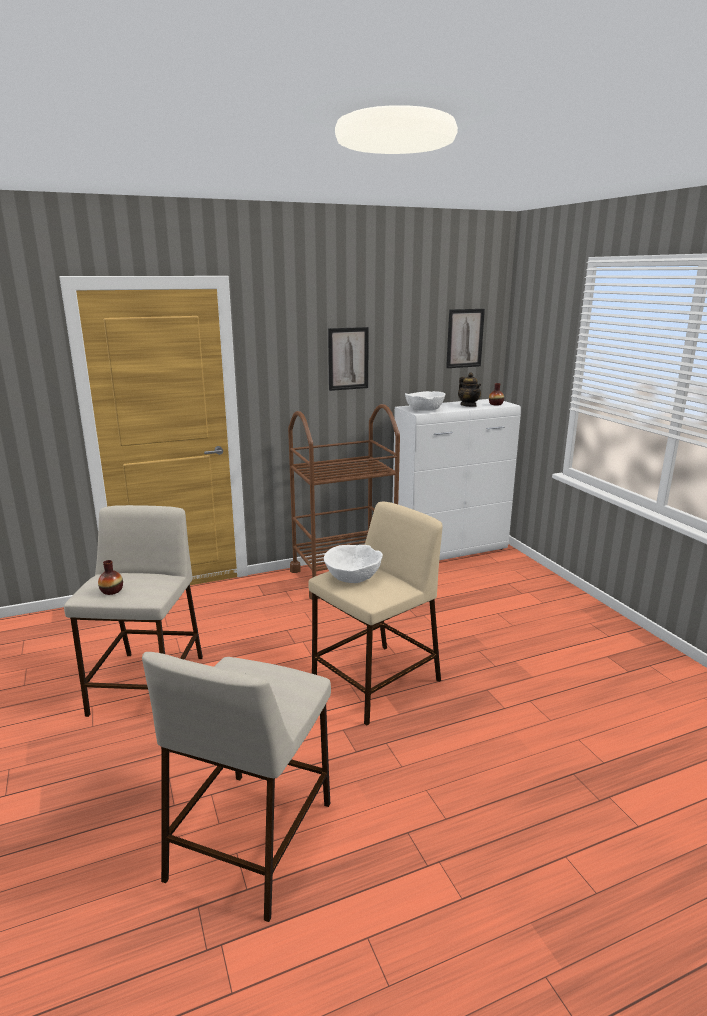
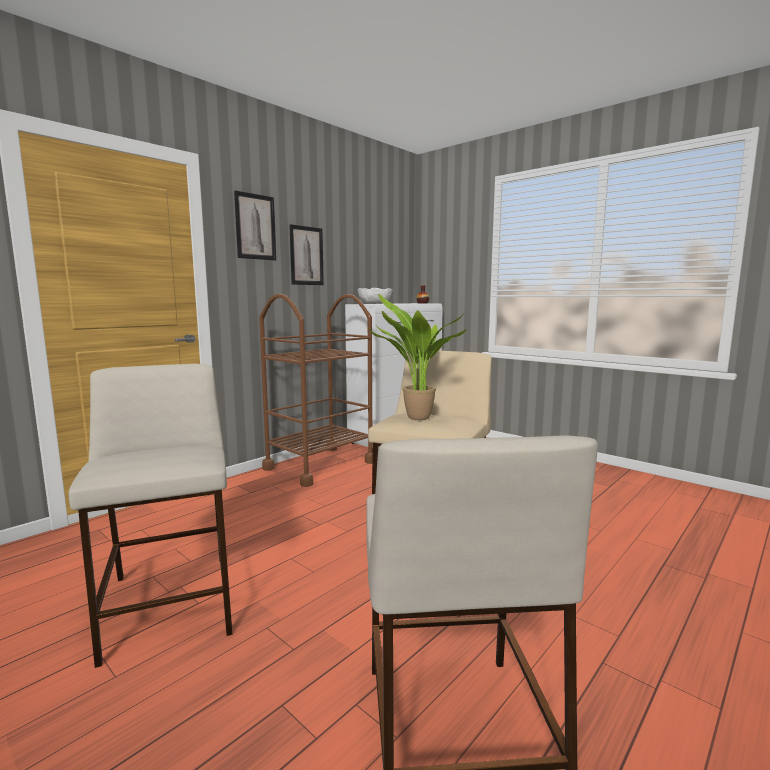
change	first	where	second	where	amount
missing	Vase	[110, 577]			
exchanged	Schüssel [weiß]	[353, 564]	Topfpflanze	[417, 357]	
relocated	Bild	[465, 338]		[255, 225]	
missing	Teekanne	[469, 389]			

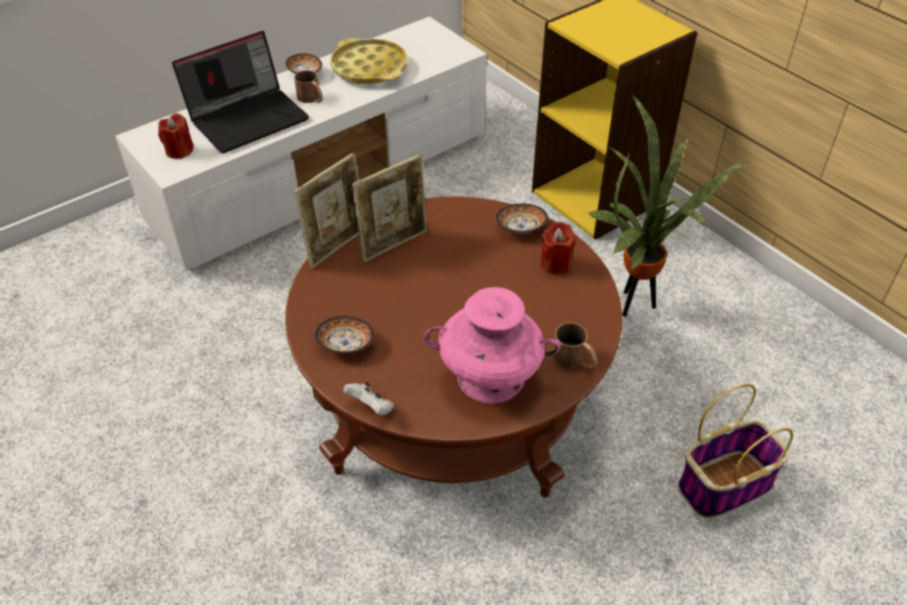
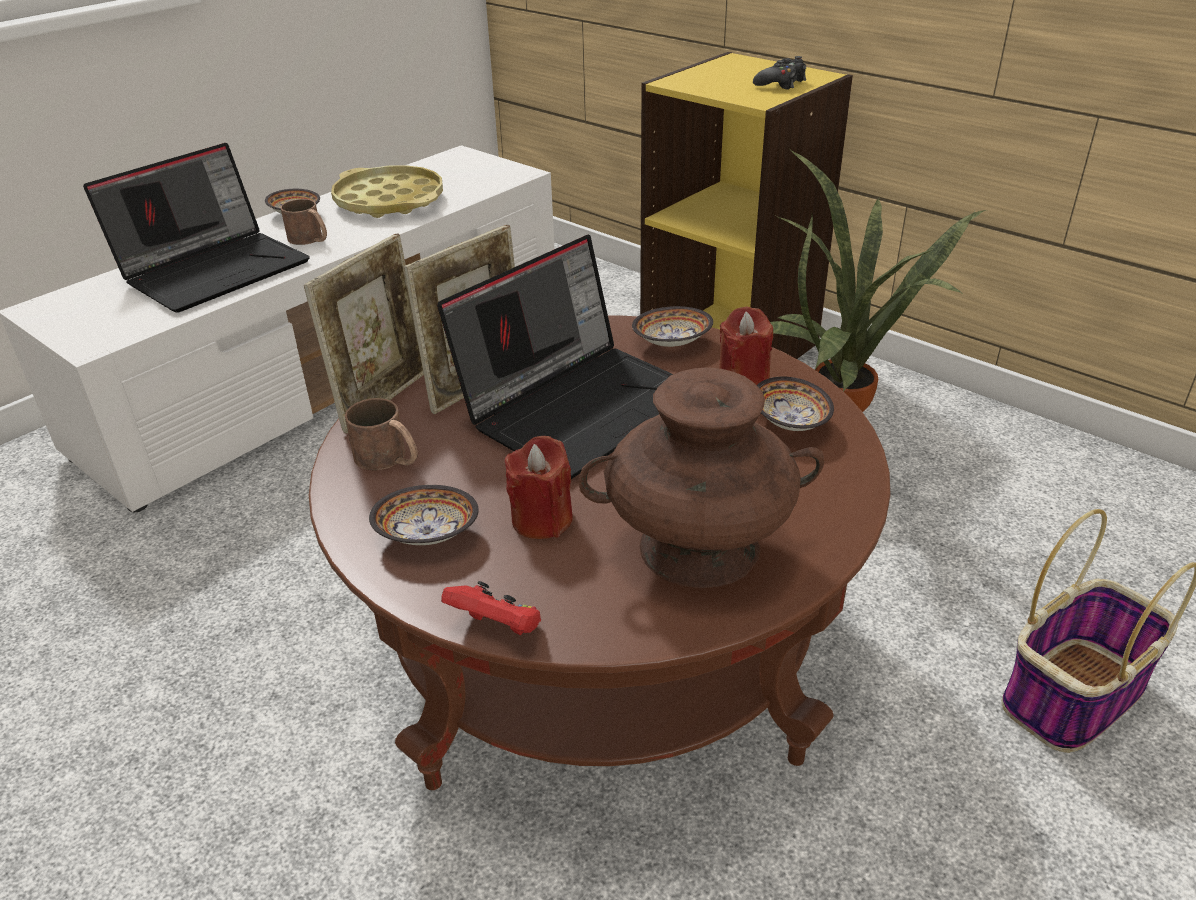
change	first	where	second	where	amount
relocated	Kerze [rot]	[176, 136]		[539, 487]	
colour	Gamepad [weiß]	[368, 398]	Gamepad [rot]	[491, 608]	
colour	Vase [rosa]	[492, 345]	Vase [braun]	[701, 477]	
relocated	Henkelbecher [braun]	[575, 345]		[381, 434]	
appeared			Laptop	[555, 357]	
appeared			Gamepad [schwarz]	[779, 73]	
appeared			Schüssel	[795, 404]	

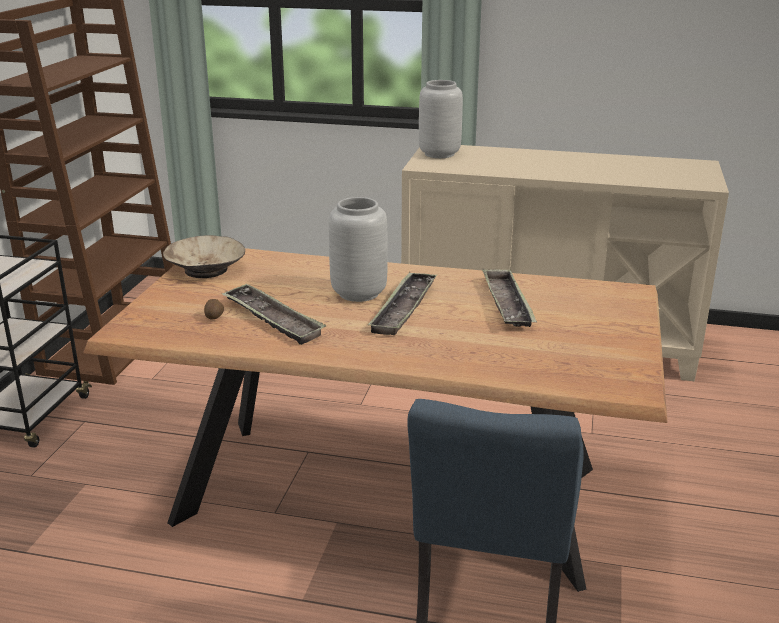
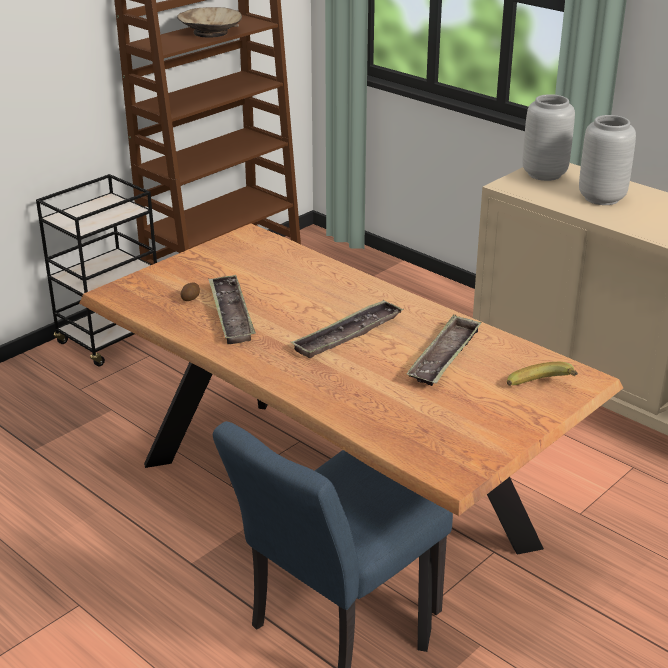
change	first	where	second	where	amount
relocated	Schüssel [beige]	[204, 256]		[209, 22]	
relocated	Vase [grau]	[358, 249]		[607, 160]	
appeared			Banane	[542, 374]	

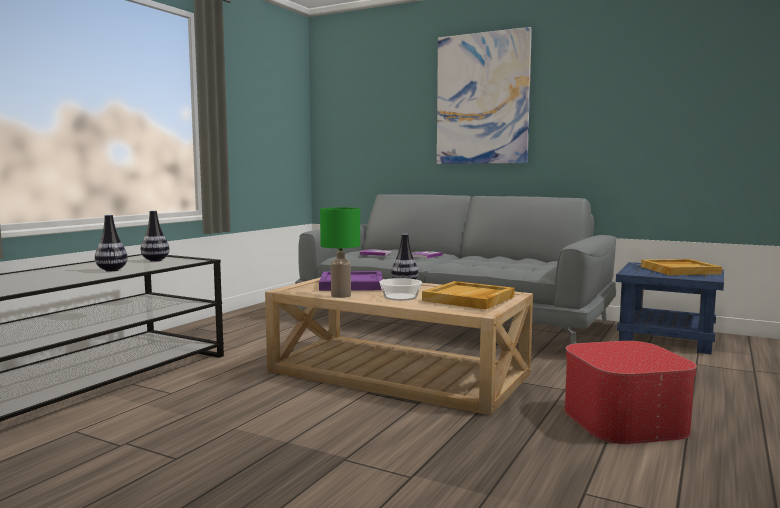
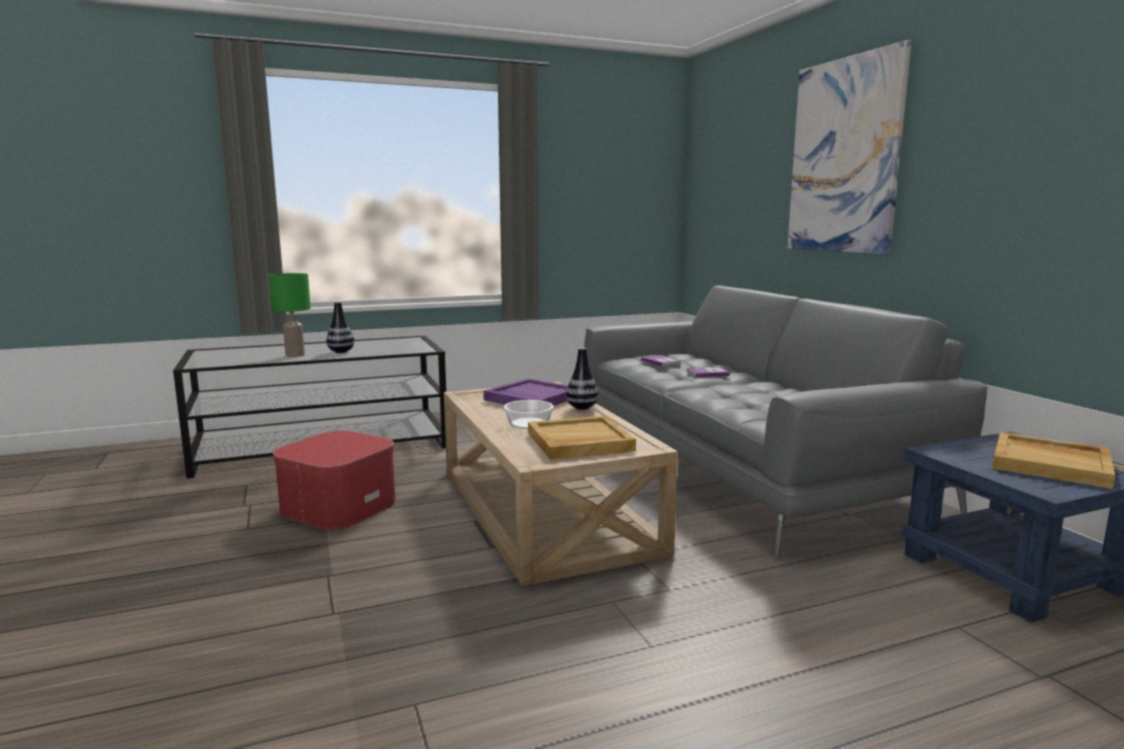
change	first	where	second	where	amount
missing	Vase	[155, 236]			
relocated	Tischlampe [grün]	[340, 252]		[290, 315]	
relocated	Polsterhocker	[630, 392]		[334, 480]	

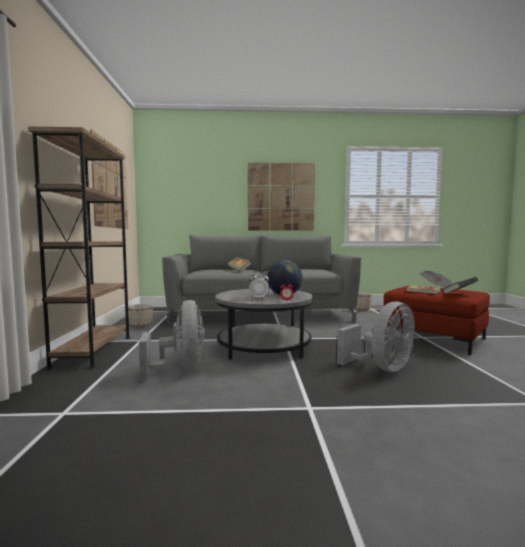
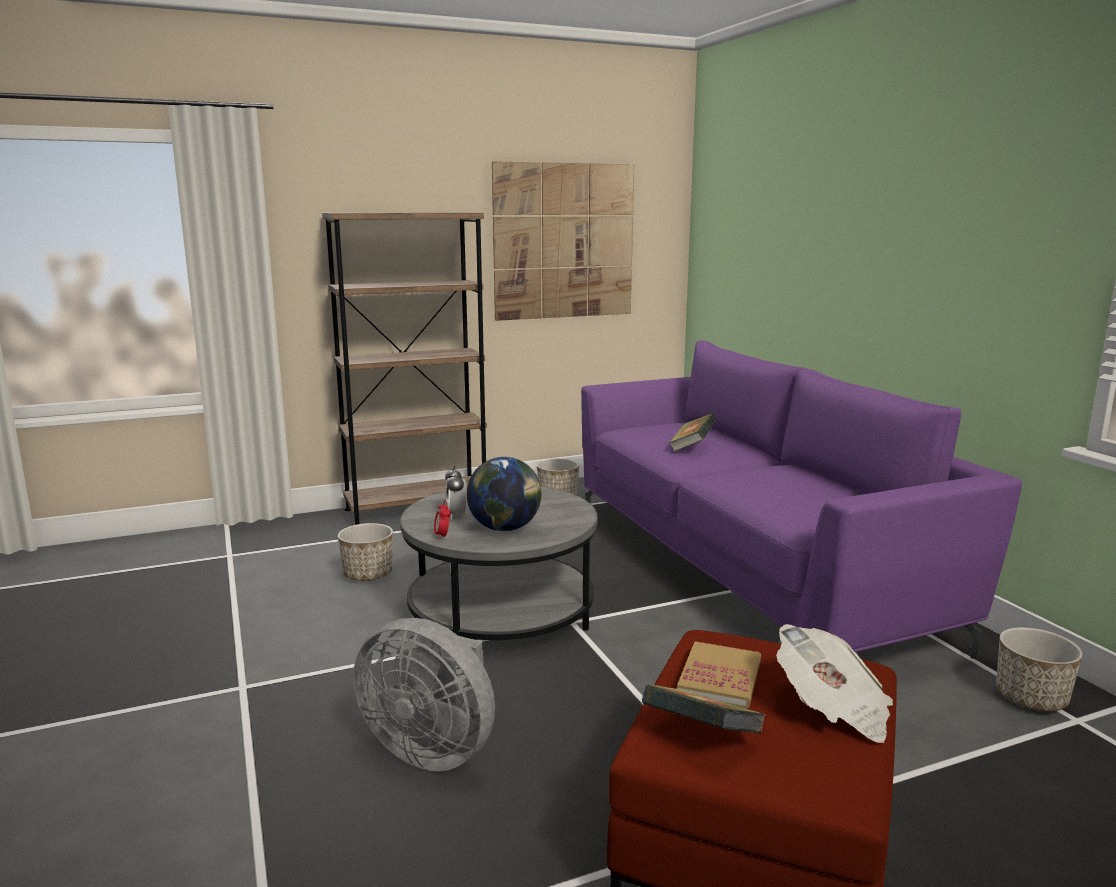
change	first	where	second	where	amount
exchanged	Ventilator [grau]	[172, 340]	Pflanzkübel	[365, 552]	
colour	Sofa [grau]	[261, 279]	Sofa [lila]	[801, 499]	
missing	Bild	[281, 197]			

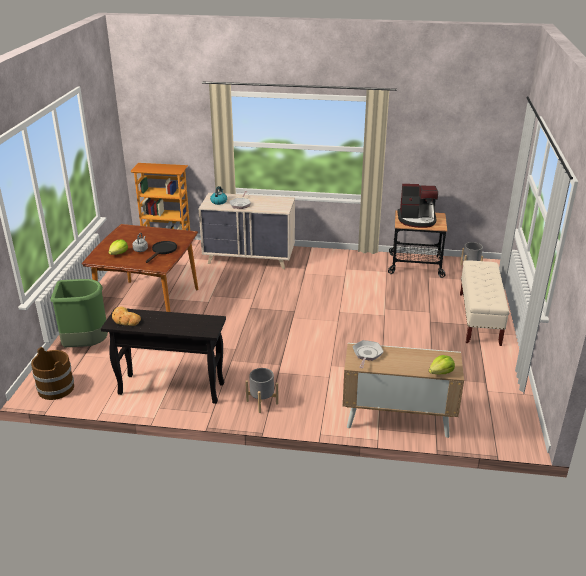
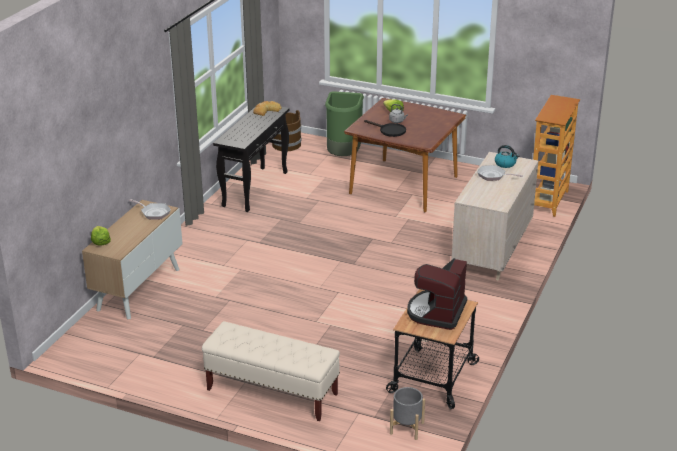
change	first	where	second	where	amount
missing	Pflanzkübel [grau]	[262, 390]			

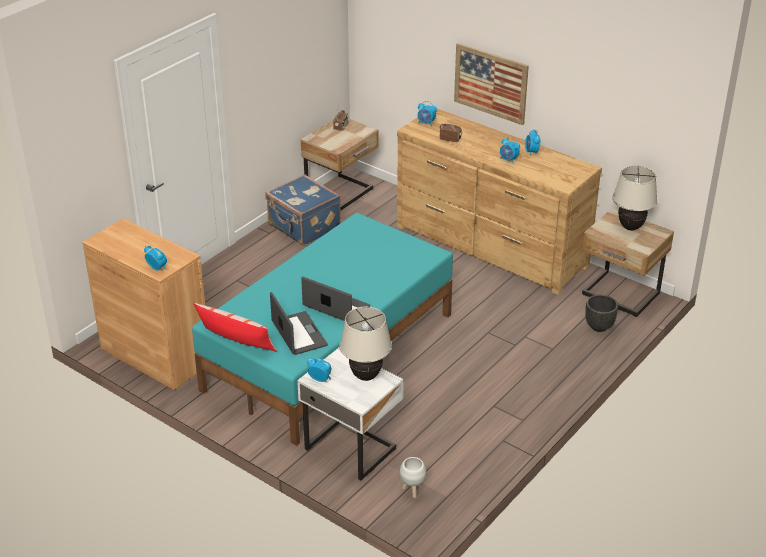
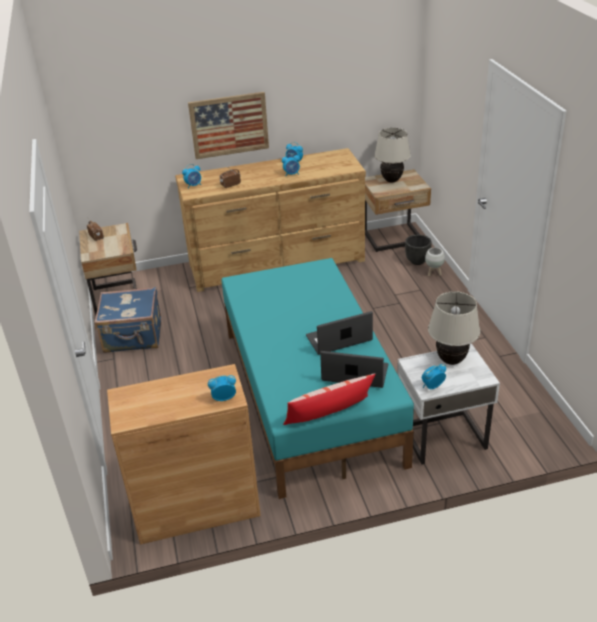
change	first	where	second	where	amount
relocated	Pflanzkübel [weiß]	[413, 477]		[435, 262]	

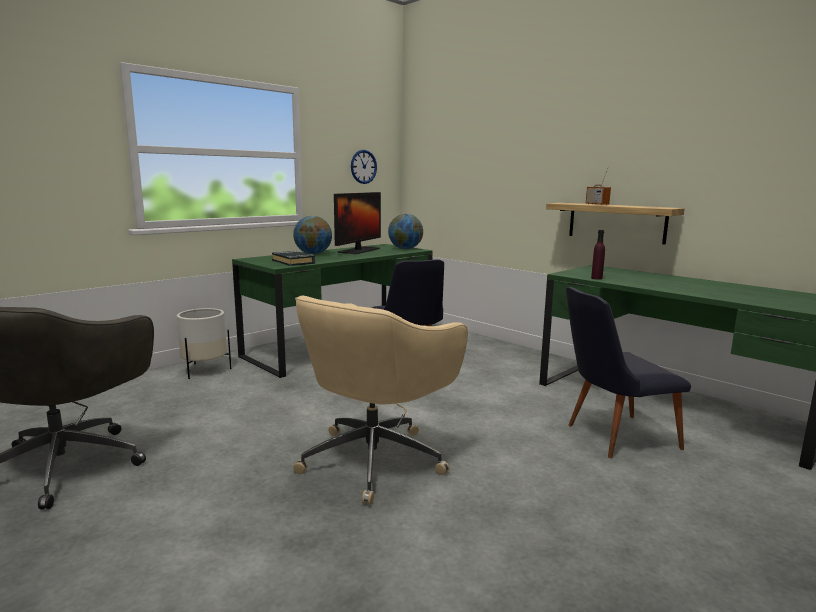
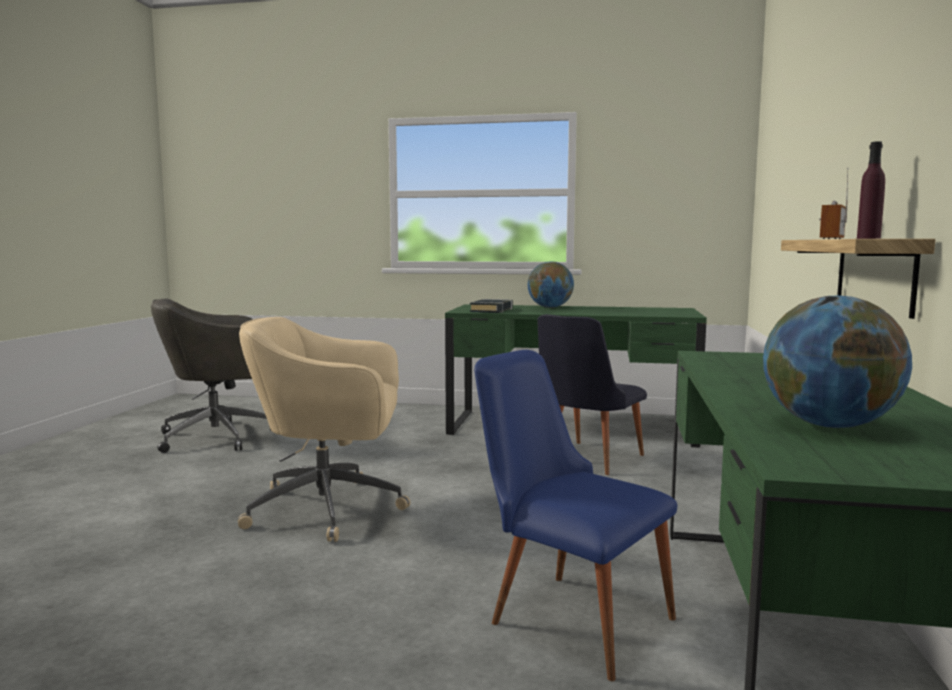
change	first	where	second	where	amount
missing	Pflanzkübel [weiß]	[204, 343]			
missing	Monitor	[357, 223]			
missing	Wanduhr	[364, 167]			
relocated	Globus	[405, 231]		[837, 361]	
colour	Stuhl [schwarz]	[628, 372]	Stuhl [blau]	[575, 515]	
relocated	Flasche [lila]	[598, 255]		[871, 190]	

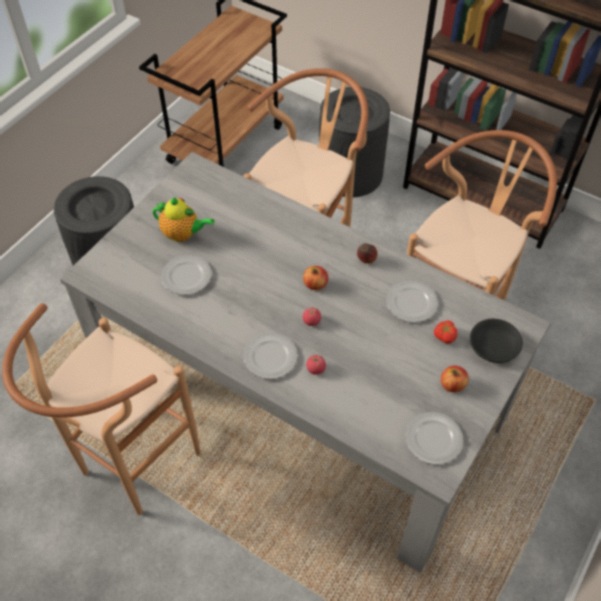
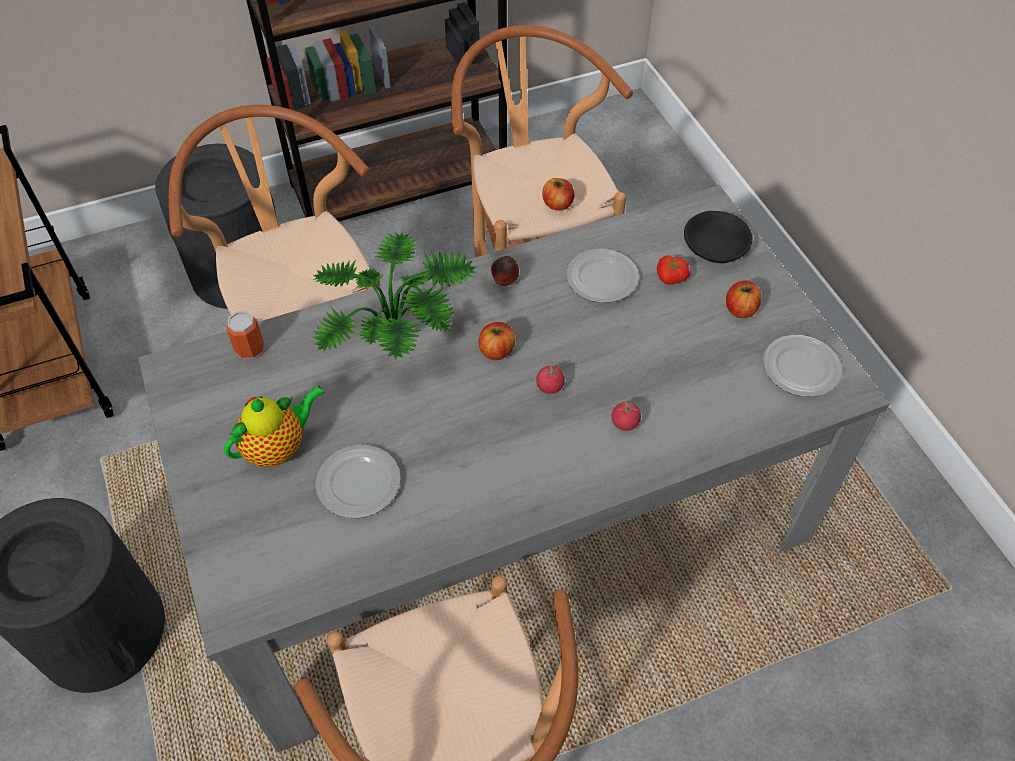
change	first	where	second	where	amount
missing	Teller	[271, 356]			
appeared			Dose	[245, 335]	
appeared			Topfpflanze	[394, 296]	
appeared			Apfel	[558, 194]	

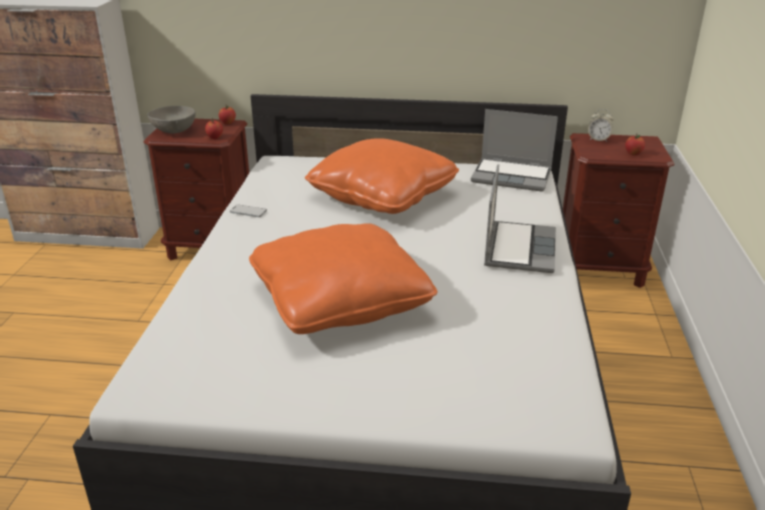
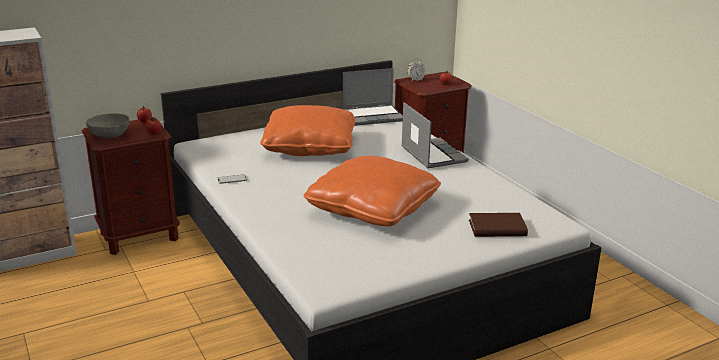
change	first	where	second	where	amount
appeared			Buch [braun]	[498, 225]	

